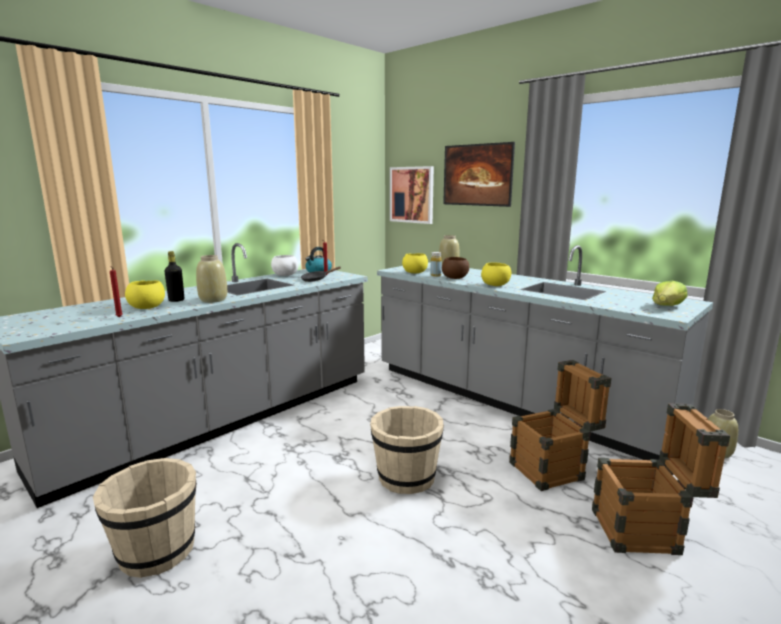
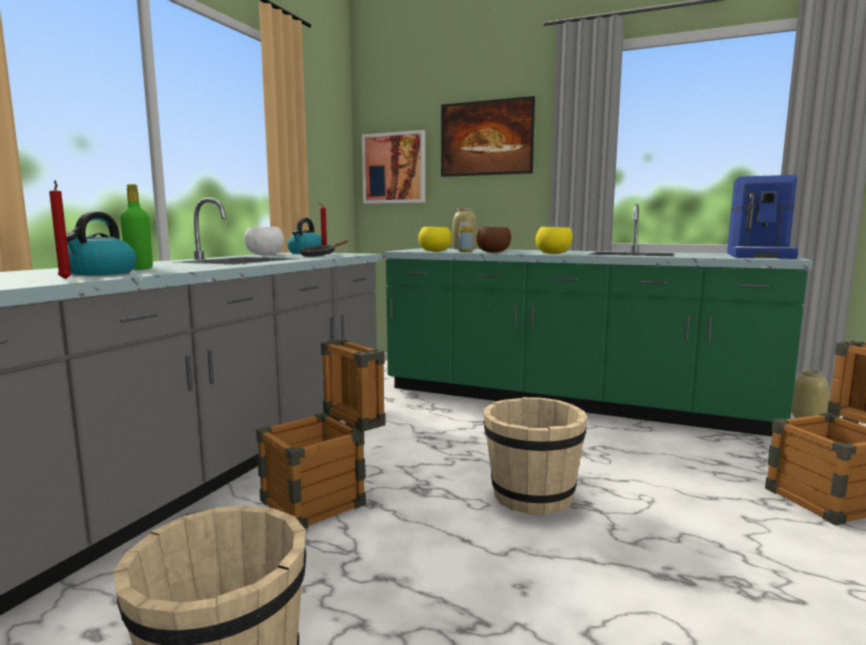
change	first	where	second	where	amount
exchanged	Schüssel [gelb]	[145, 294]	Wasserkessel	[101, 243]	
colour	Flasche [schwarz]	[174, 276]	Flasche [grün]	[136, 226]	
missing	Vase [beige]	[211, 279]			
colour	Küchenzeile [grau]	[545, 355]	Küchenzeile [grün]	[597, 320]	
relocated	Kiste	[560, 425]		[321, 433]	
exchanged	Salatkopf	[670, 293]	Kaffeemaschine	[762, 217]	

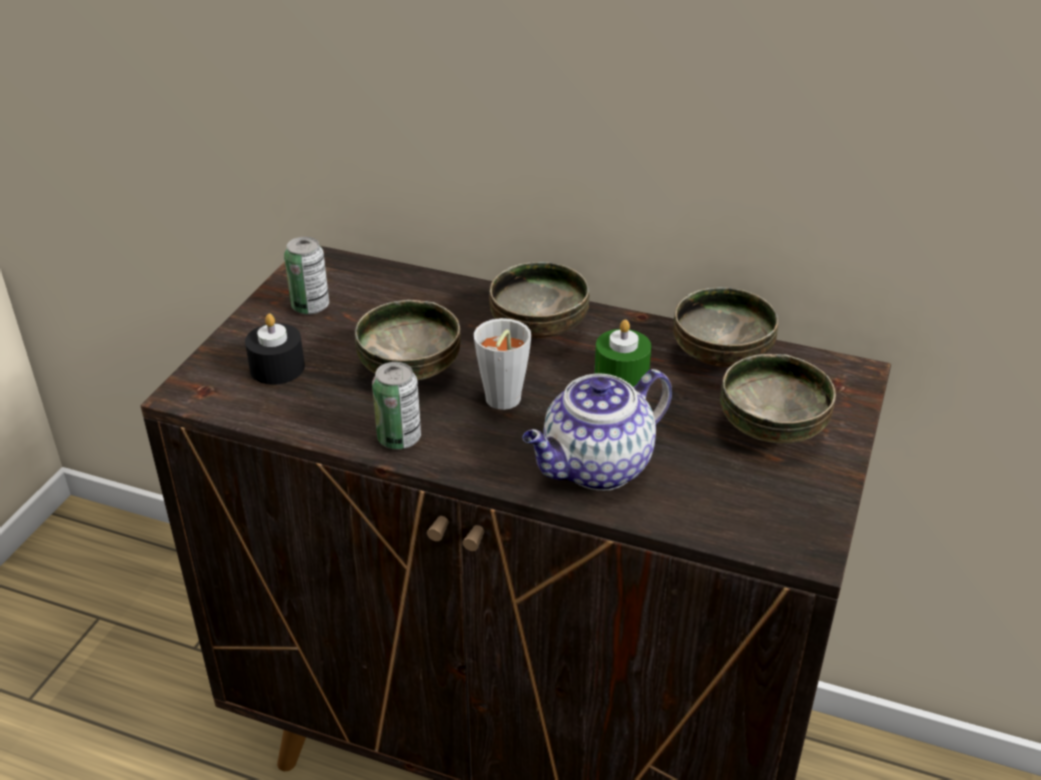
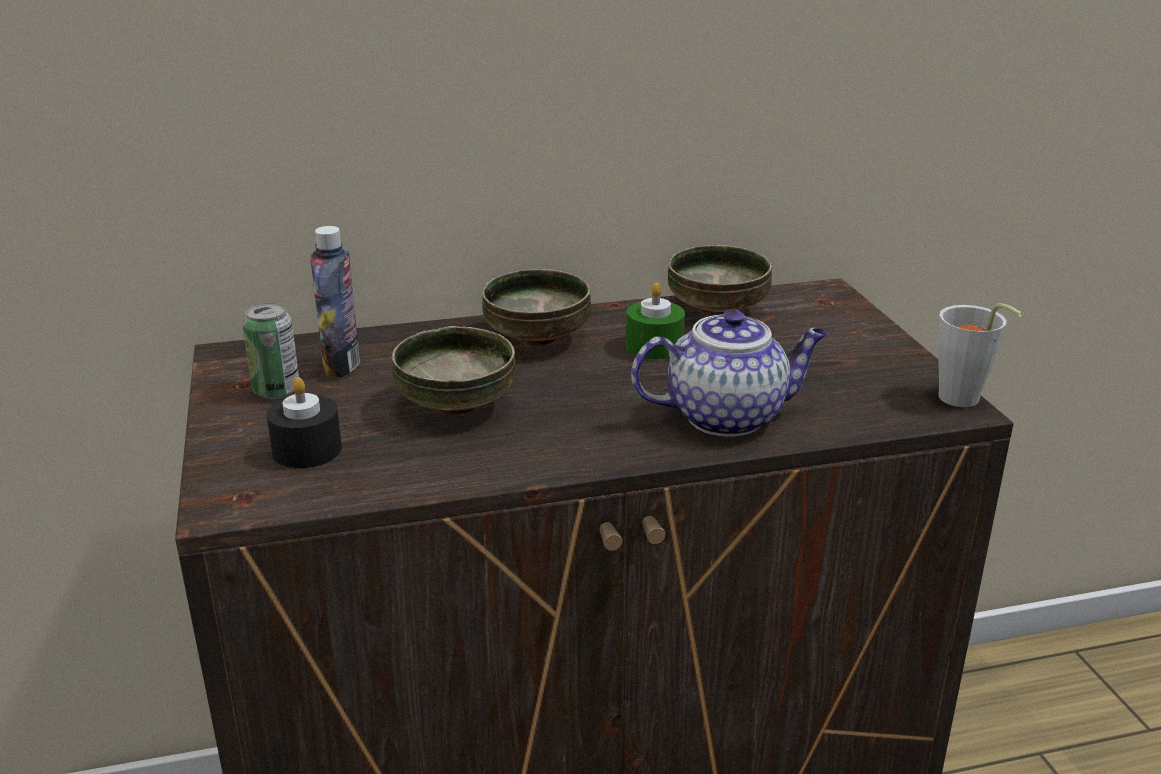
change	first	where	second	where	amount
missing	Dose	[396, 405]			
relocated	Tasse [grau]	[502, 364]		[980, 355]	
spun	Teekanne	[597, 430]		[729, 373]	120 degrees counterclockwise
missing	Schüssel	[778, 398]			
appeared			Flasche	[335, 301]	

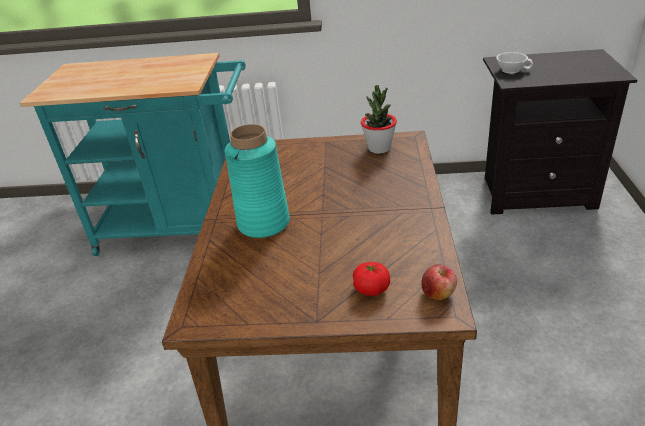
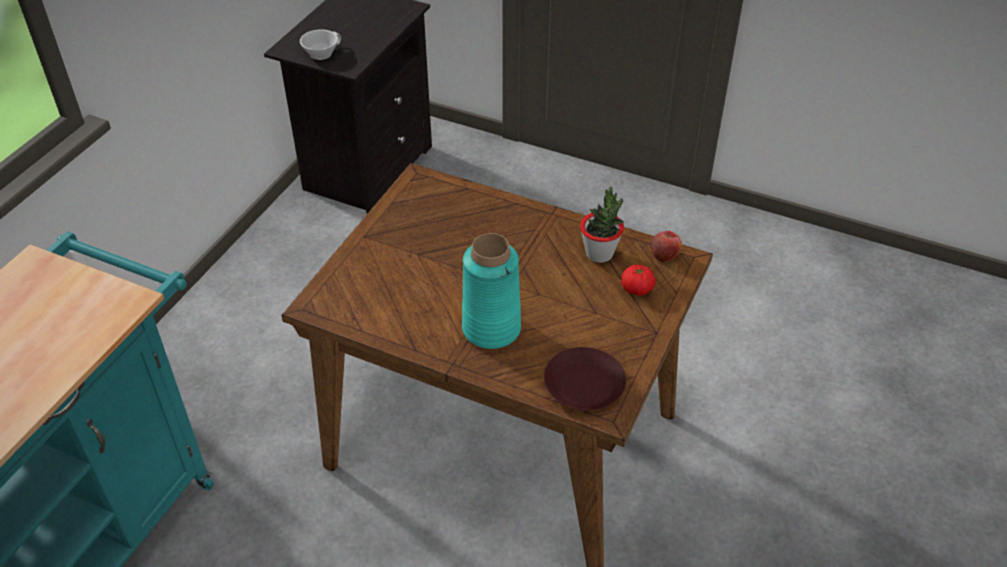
change	first	where	second	where	amount
relocated	Topfpflanze	[379, 119]		[602, 224]	
appeared			Teller [braun]	[585, 379]	

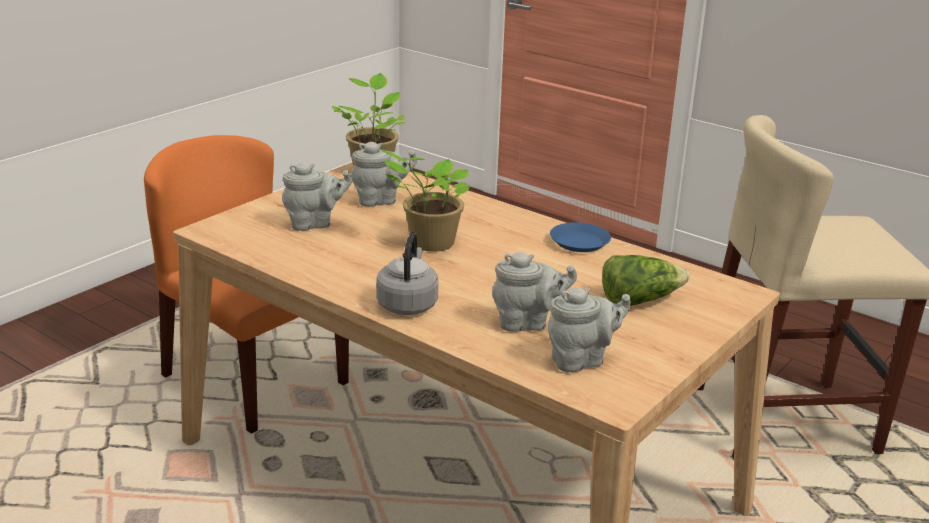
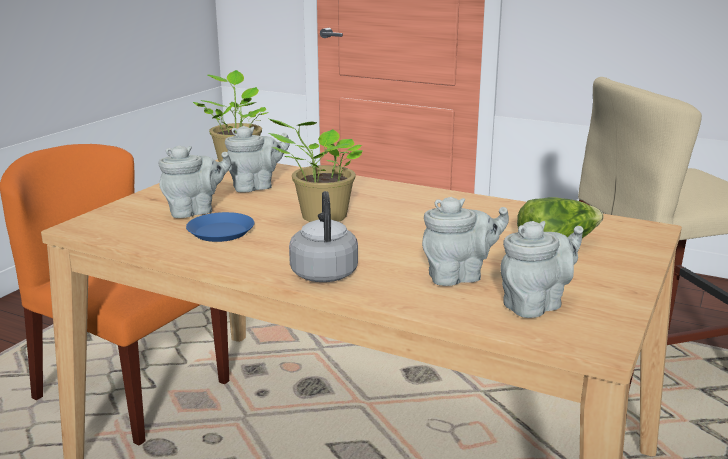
change	first	where	second	where	amount
relocated	Teller [blau]	[580, 237]		[220, 227]	

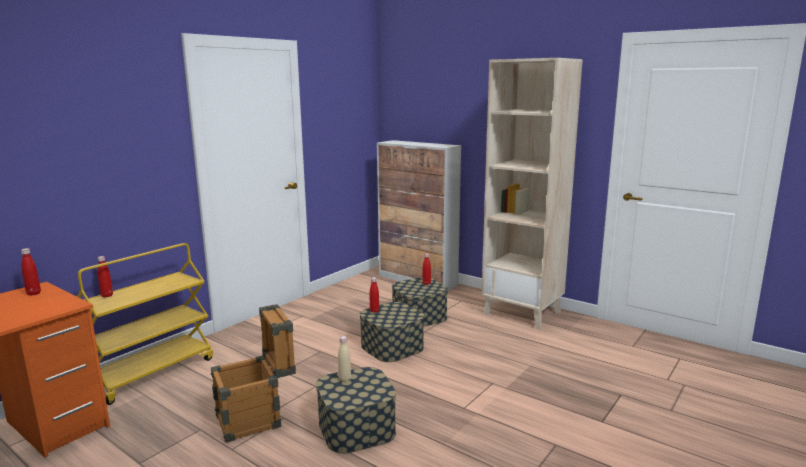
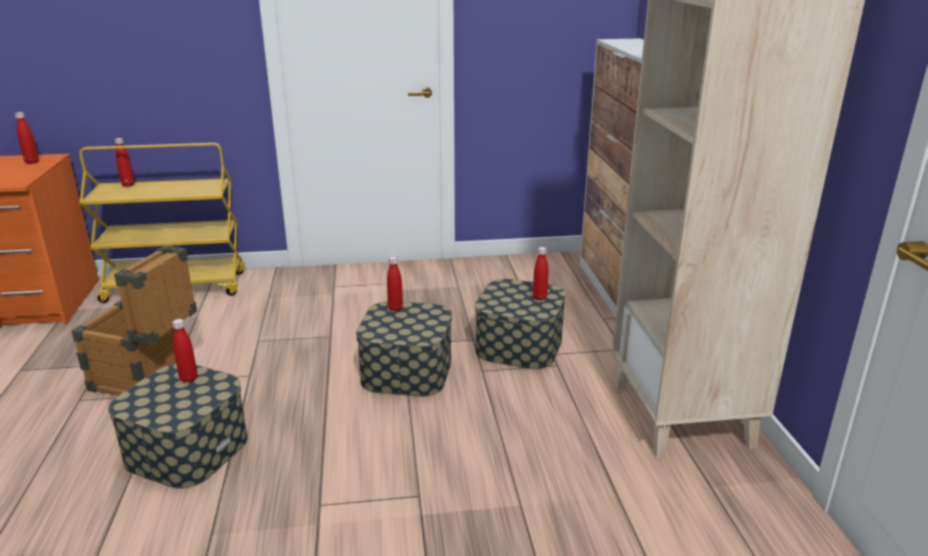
change	first	where	second	where	amount
colour	Flasche [beige]	[344, 359]	Flasche [rot]	[184, 351]	

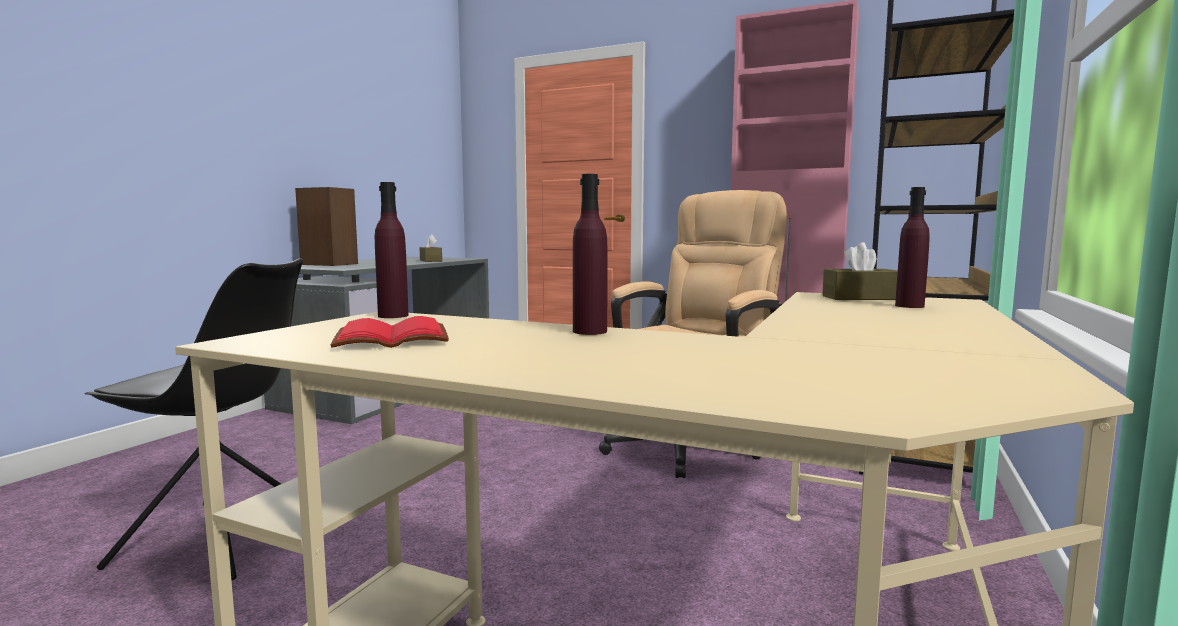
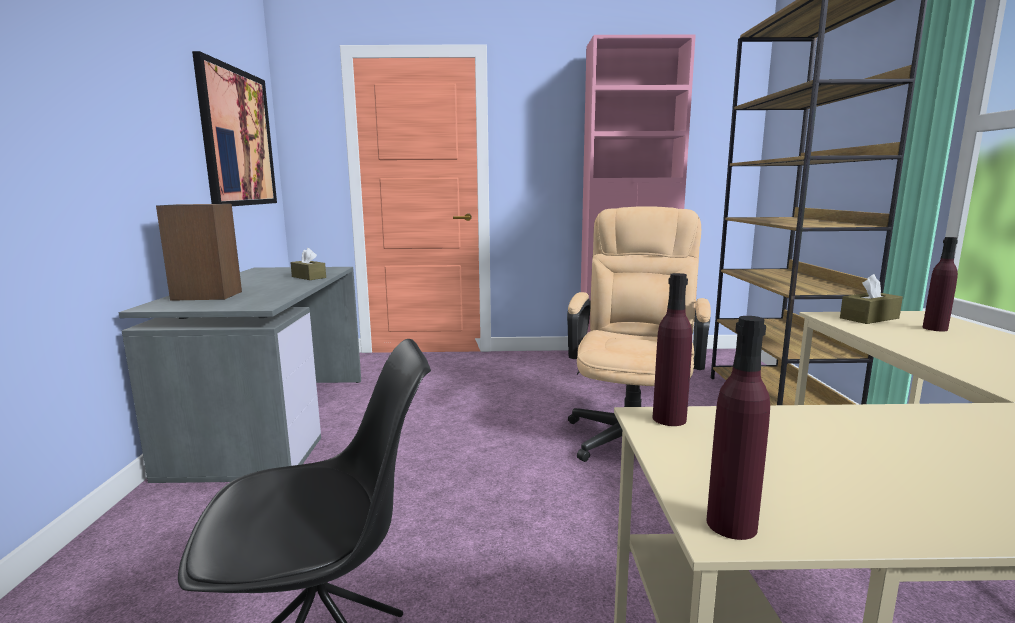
change	first	where	second	where	amount
missing	Buch [rot]	[389, 332]			
relocated	Flasche [lila]	[590, 254]		[738, 428]	
appeared			Bild	[234, 128]	

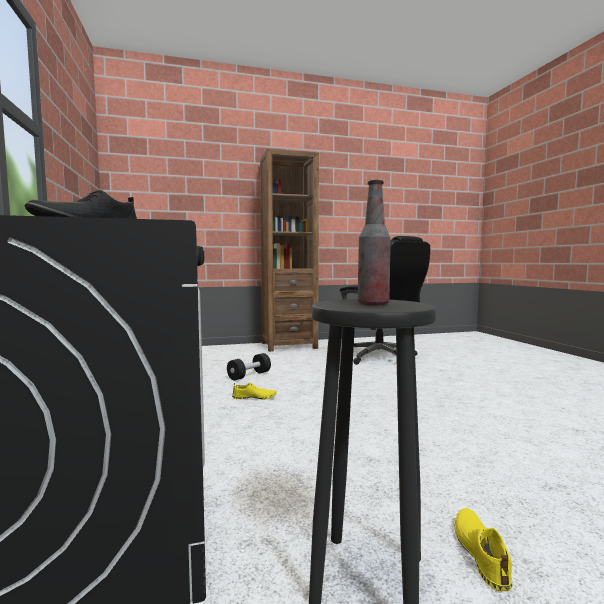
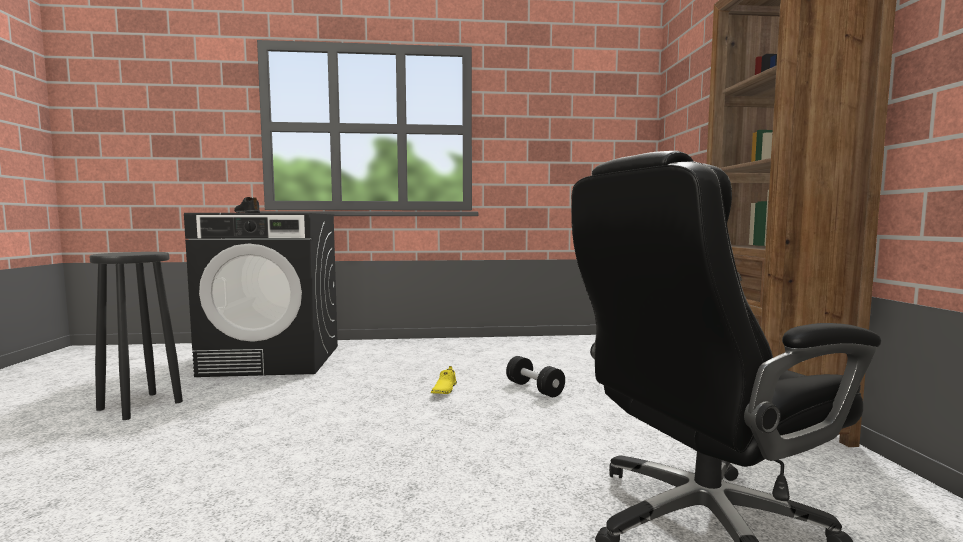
change	first	where	second	where	amount
missing	Flasche	[374, 243]			
missing	Schuh [gelb]	[483, 549]			

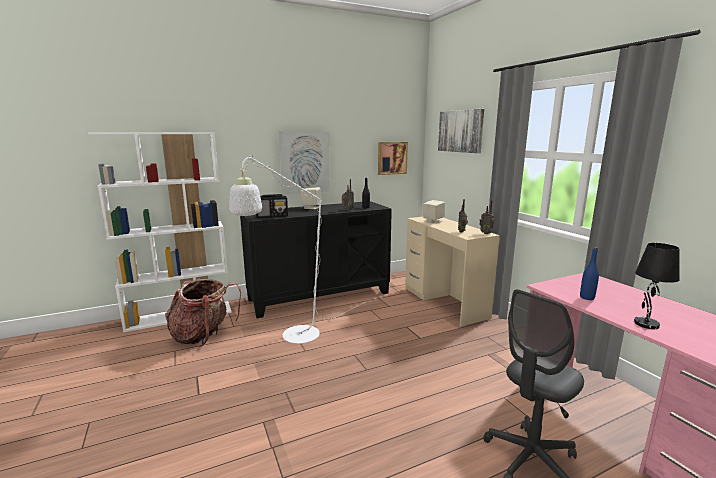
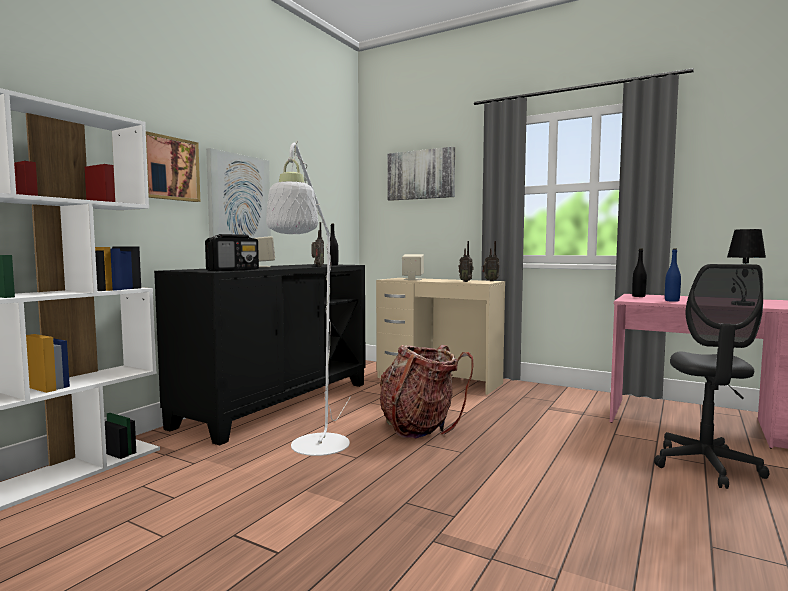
change	first	where	second	where	amount
relocated	Rucksack	[203, 312]		[427, 391]	
relocated	Bild	[393, 158]		[173, 166]	
appeared			Flasche [schwarz]	[639, 273]	

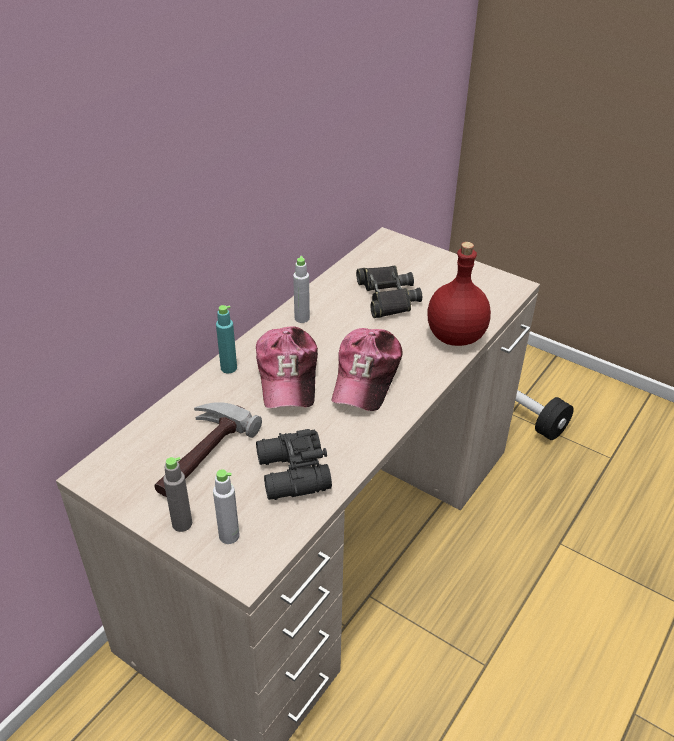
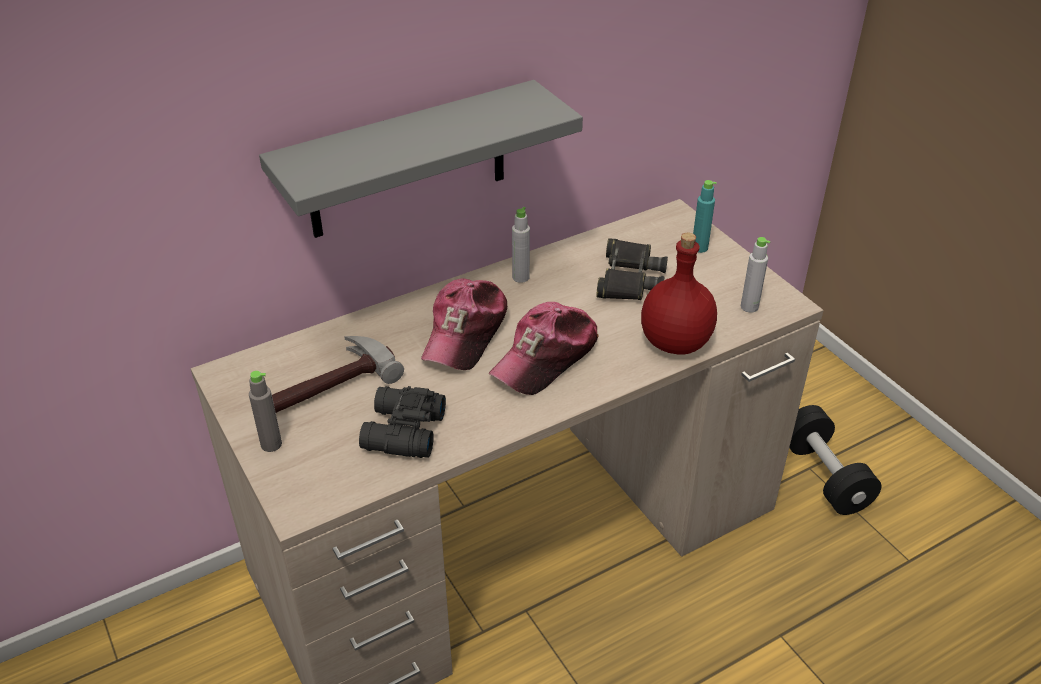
change	first	where	second	where	amount
relocated	Flasche [grau]	[226, 506]		[755, 275]	
relocated	Flasche [türkis]	[226, 339]		[705, 216]	
appeared			Wandregal [grau]	[421, 159]	

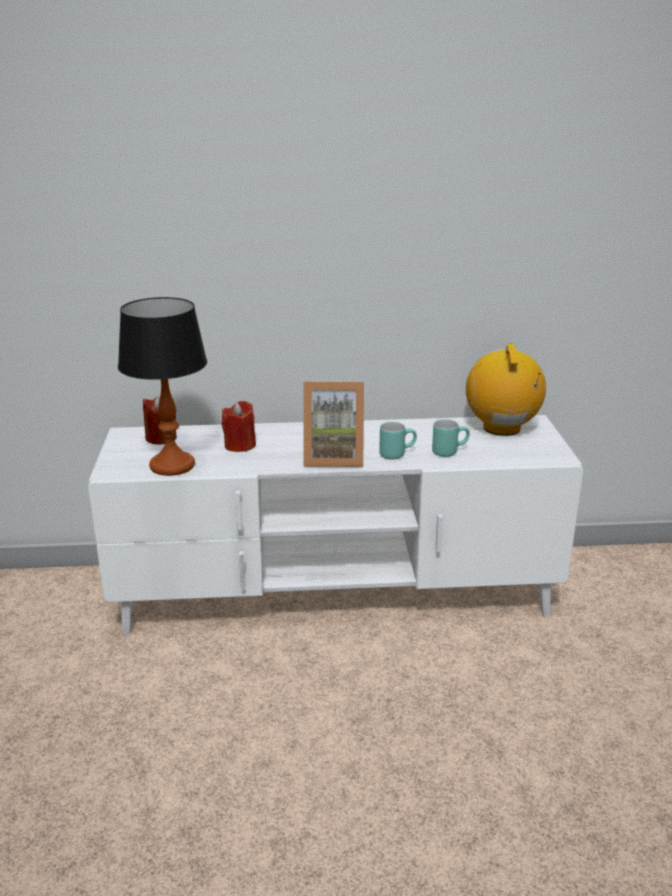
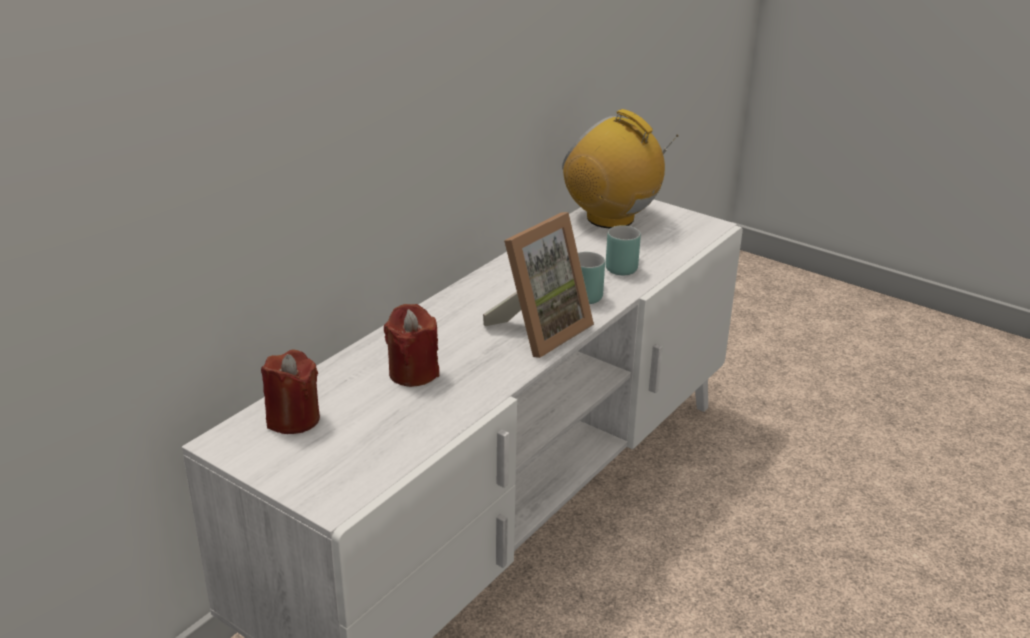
change	first	where	second	where	amount
missing	Tischlampe	[162, 386]			

